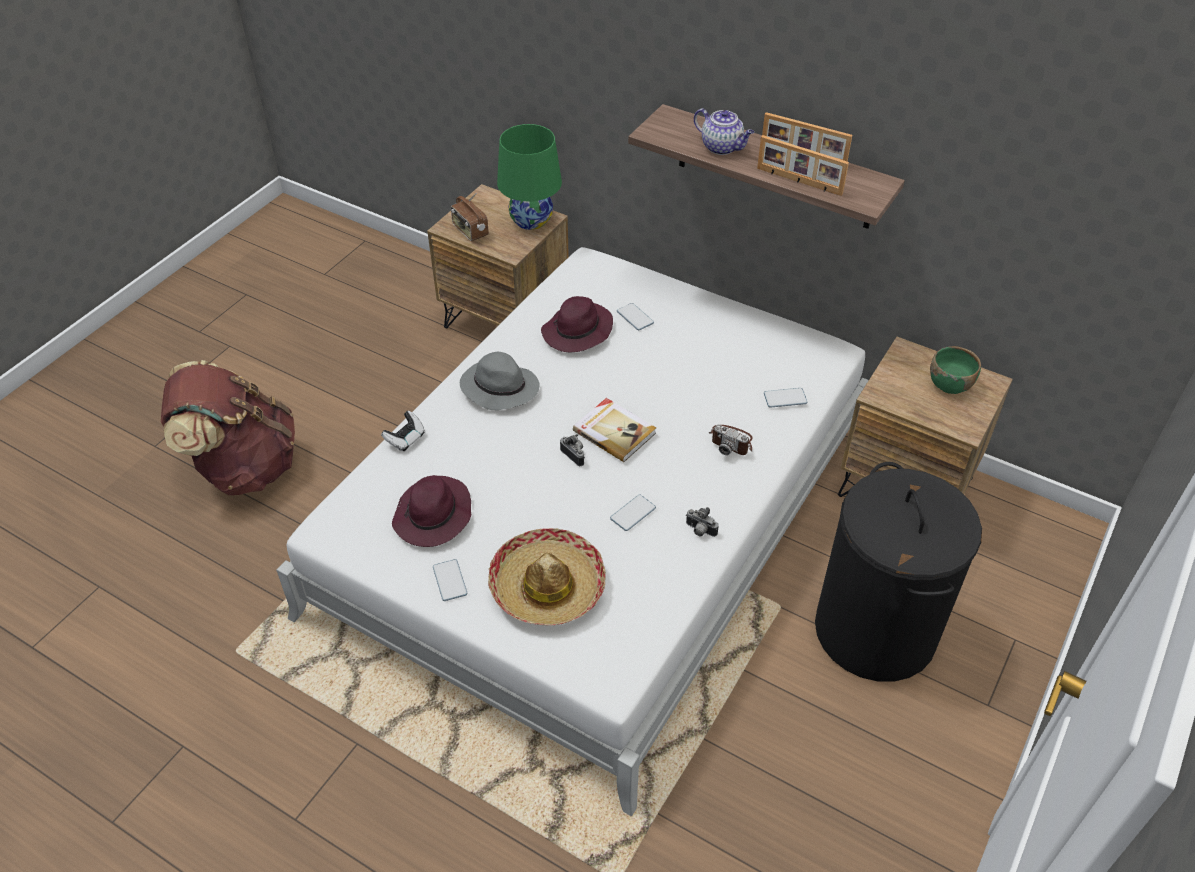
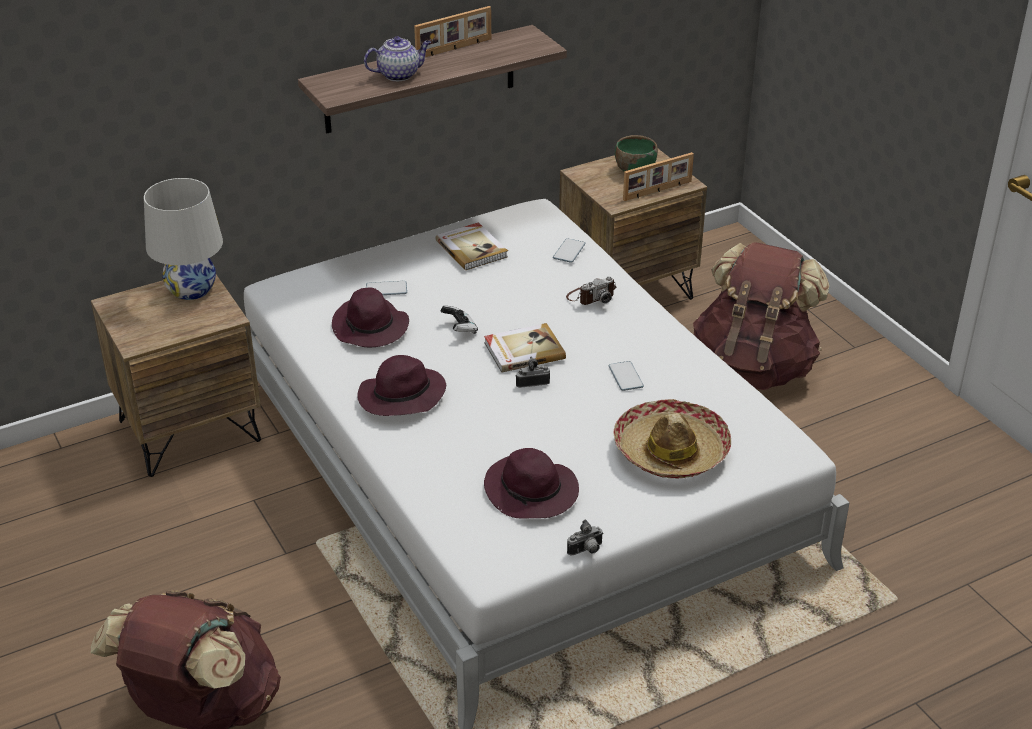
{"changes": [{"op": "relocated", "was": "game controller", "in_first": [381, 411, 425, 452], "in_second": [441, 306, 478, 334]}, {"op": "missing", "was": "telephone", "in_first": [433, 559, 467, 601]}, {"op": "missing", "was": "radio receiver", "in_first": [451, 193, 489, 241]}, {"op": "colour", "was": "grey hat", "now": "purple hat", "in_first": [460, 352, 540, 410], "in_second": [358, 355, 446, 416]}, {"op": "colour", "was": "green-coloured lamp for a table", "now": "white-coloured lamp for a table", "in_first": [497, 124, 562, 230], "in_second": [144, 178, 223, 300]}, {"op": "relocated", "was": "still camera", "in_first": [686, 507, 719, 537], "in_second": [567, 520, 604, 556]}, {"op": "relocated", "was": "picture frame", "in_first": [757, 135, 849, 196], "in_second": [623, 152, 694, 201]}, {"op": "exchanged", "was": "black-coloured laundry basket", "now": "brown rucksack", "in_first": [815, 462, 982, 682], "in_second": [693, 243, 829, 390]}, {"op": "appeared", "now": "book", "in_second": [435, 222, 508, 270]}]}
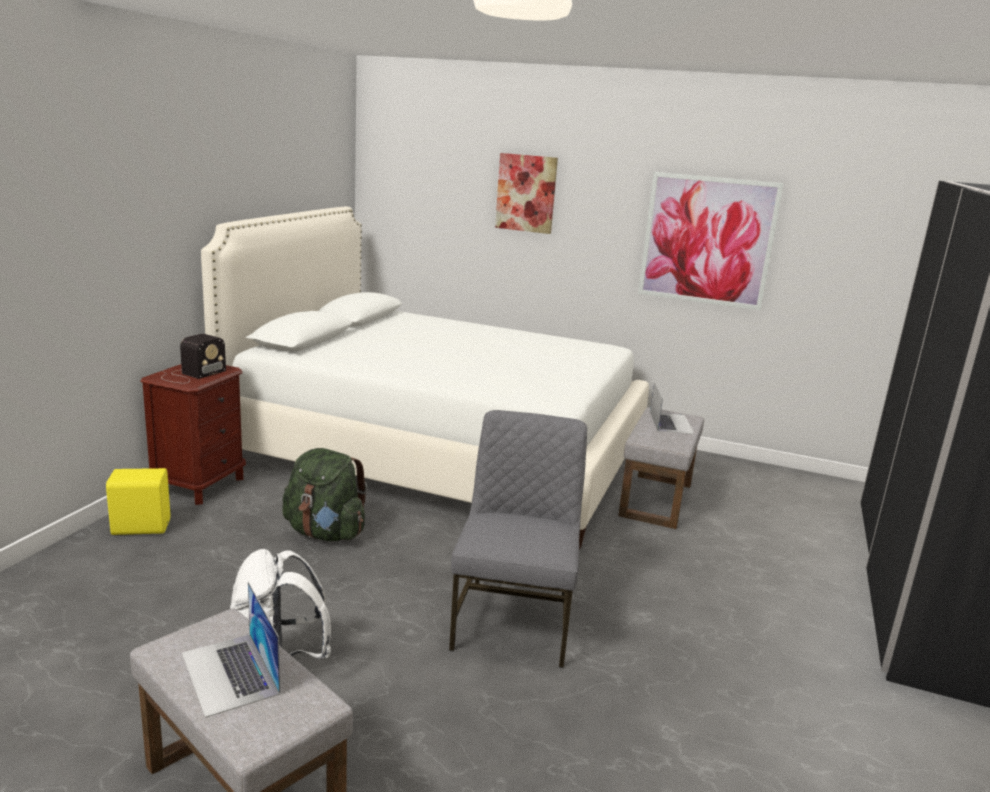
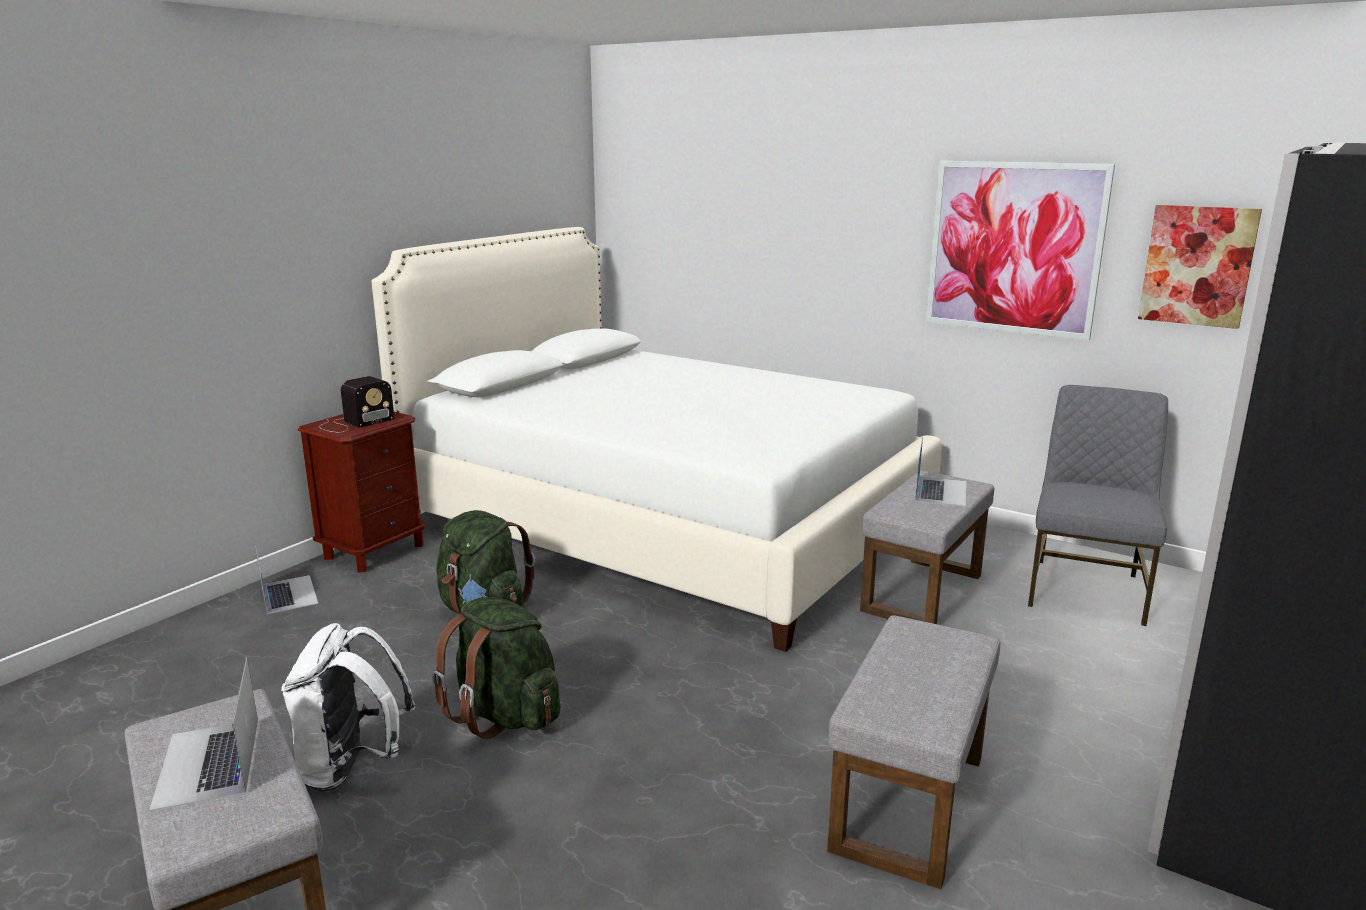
{"changes": [{"op": "exchanged", "was": "yellow loudspeaker", "now": "laptop", "in_first": [106, 468, 170, 535], "in_second": [255, 546, 318, 614]}, {"op": "relocated", "was": "grey plain chair", "in_first": [449, 410, 587, 668], "in_second": [1028, 385, 1168, 626]}, {"op": "relocated", "was": "wall picture", "in_first": [495, 153, 558, 234], "in_second": [1138, 205, 1262, 329]}, {"op": "appeared", "now": "green-coloured rucksack", "in_second": [432, 597, 560, 739]}, {"op": "appeared", "now": "grey ottoman", "in_second": [827, 615, 1000, 889]}]}
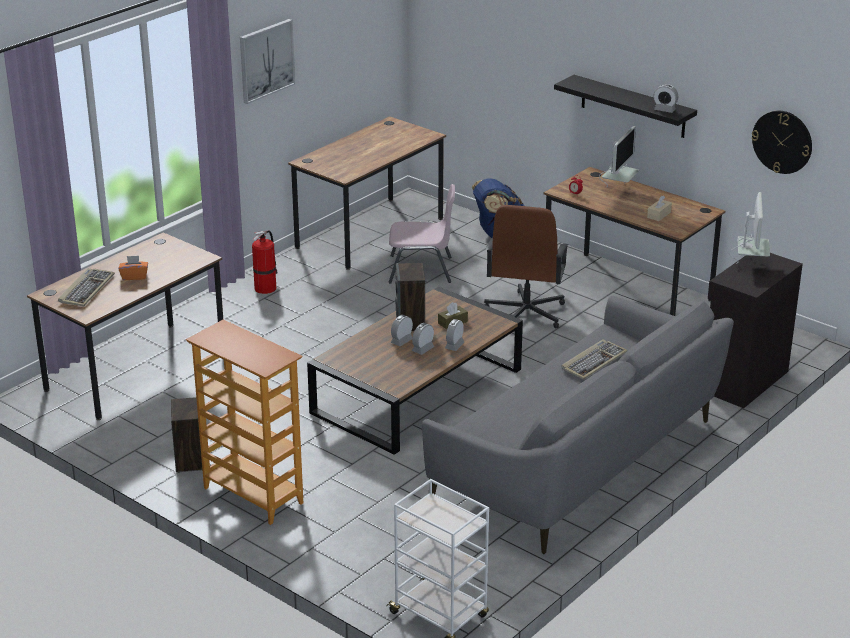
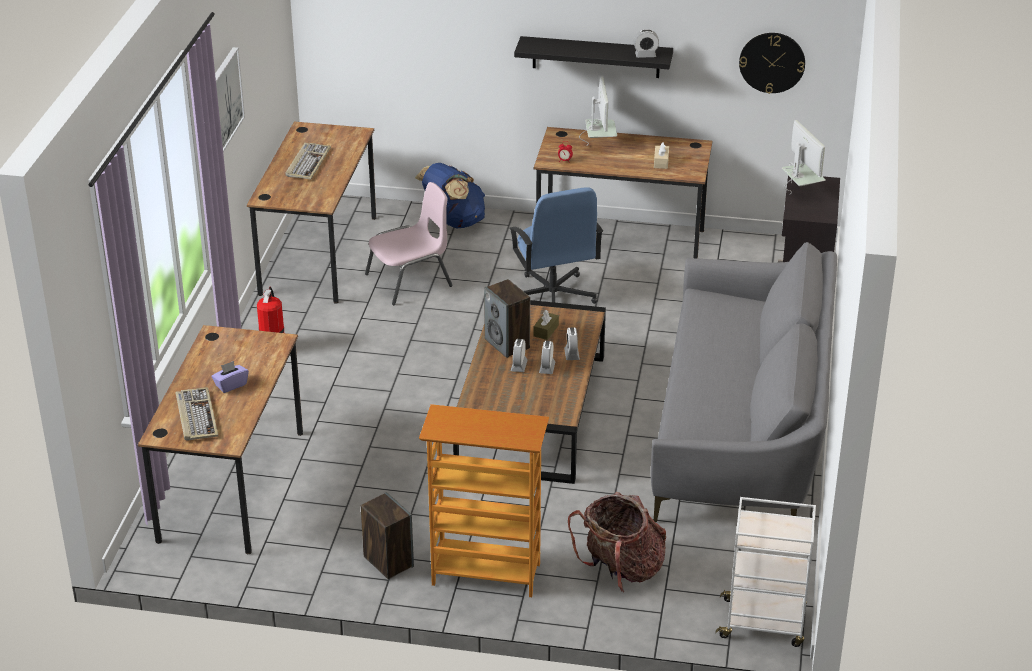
{"changes": [{"op": "colour", "was": "orange box of tissues", "now": "purple box of tissues", "in_first": [118, 256, 148, 280], "in_second": [212, 361, 249, 393]}, {"op": "colour", "was": "brown desk chair", "now": "blue desk chair", "in_first": [484, 205, 569, 328], "in_second": [509, 187, 603, 304]}, {"op": "relocated", "was": "keyboard", "in_first": [561, 339, 627, 380], "in_second": [285, 142, 331, 180]}, {"op": "appeared", "now": "rucksack", "in_second": [568, 492, 666, 593]}]}
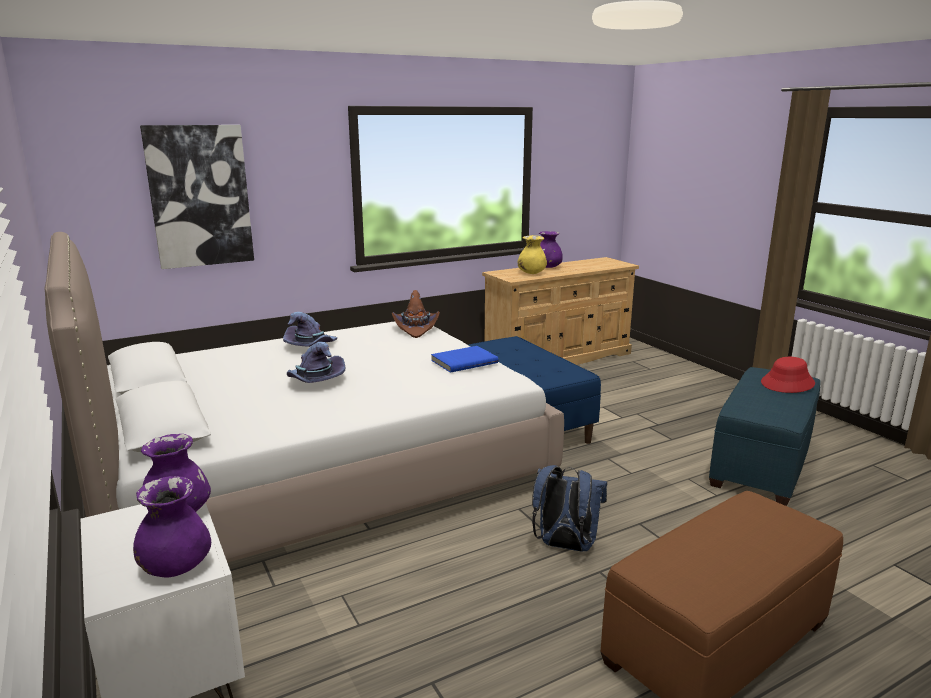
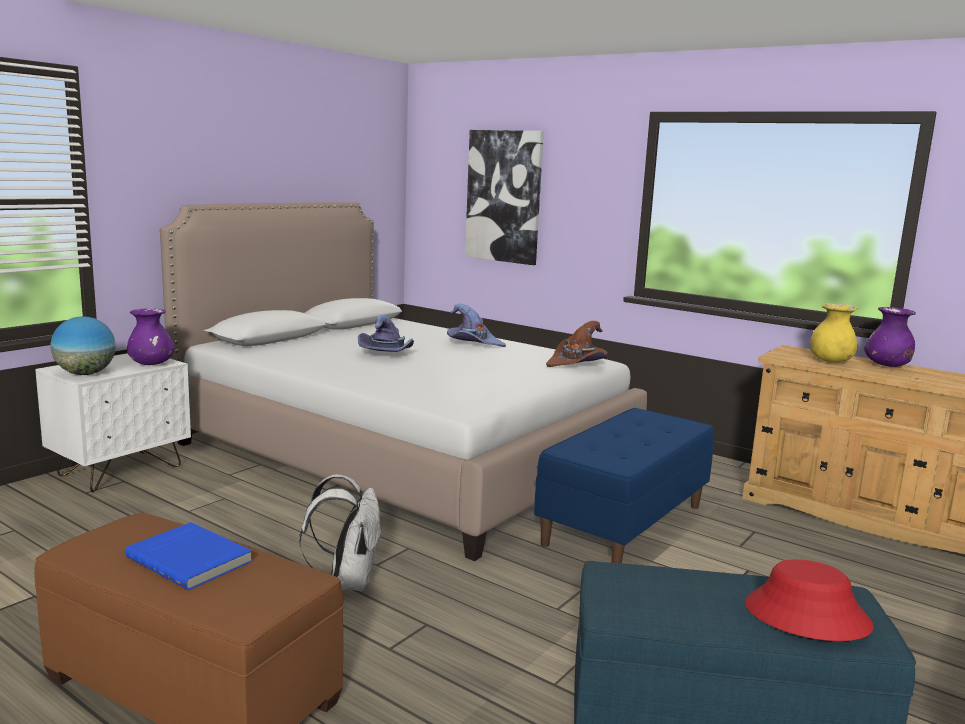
{"changes": [{"op": "exchanged", "was": "purple vase", "now": "world globe", "in_first": [133, 476, 211, 577], "in_second": [50, 316, 116, 375]}, {"op": "relocated", "was": "blue book", "in_first": [431, 346, 499, 373], "in_second": [125, 522, 252, 590]}, {"op": "colour", "was": "blue rucksack", "now": "white-coloured rucksack", "in_first": [532, 465, 607, 552], "in_second": [300, 474, 382, 592]}]}
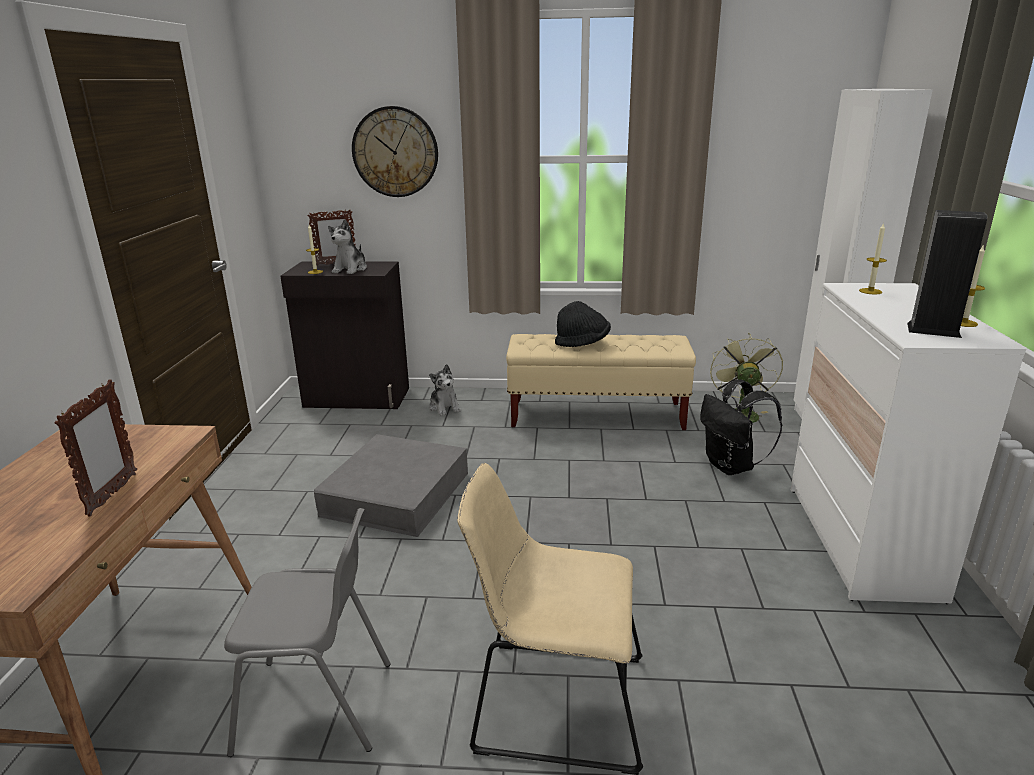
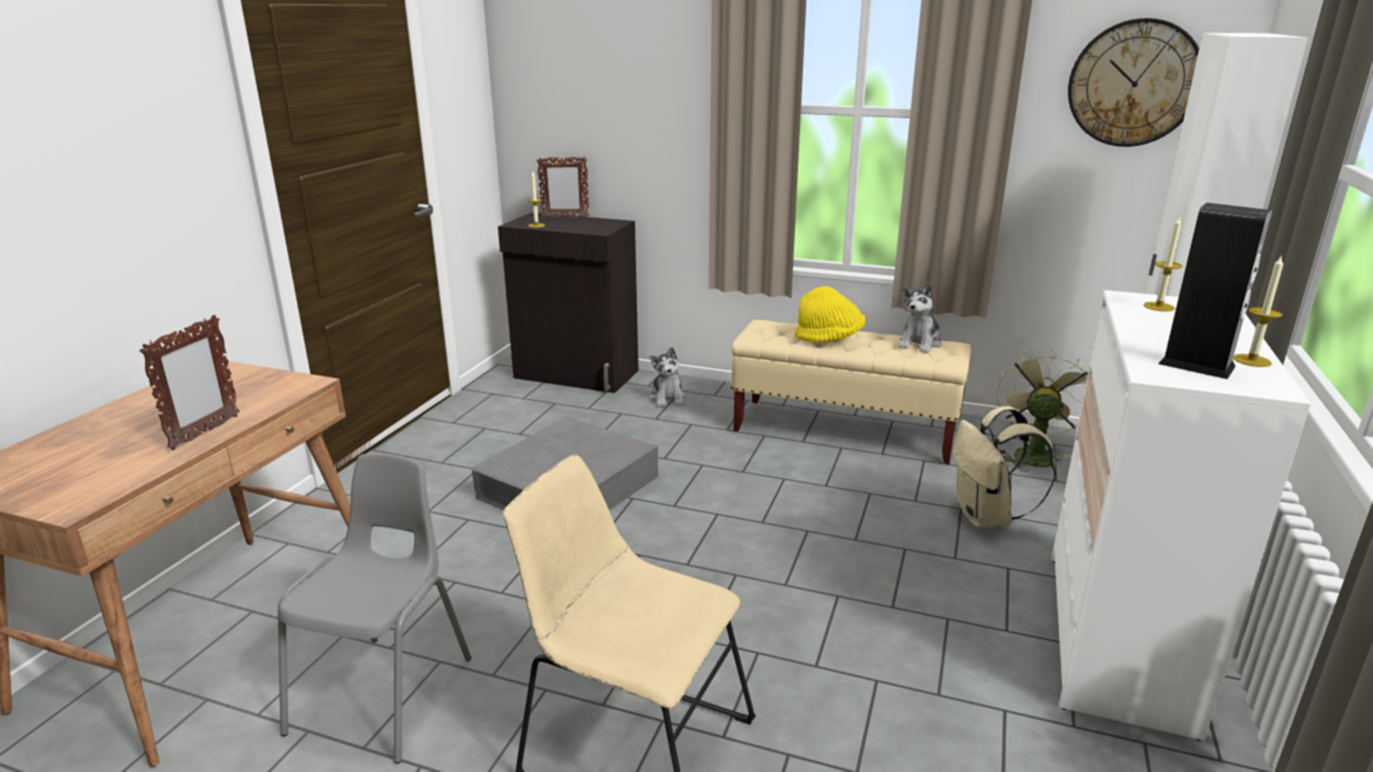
{"changes": [{"op": "spun", "was": "grey plain chair", "in_first": [224, 508, 391, 757], "in_second": [278, 453, 471, 764], "clockwise": -90}, {"op": "relocated", "was": "soft toy", "in_first": [328, 219, 367, 274], "in_second": [899, 283, 941, 353]}, {"op": "relocated", "was": "clock on the wall", "in_first": [352, 106, 438, 197], "in_second": [1068, 18, 1199, 147]}, {"op": "colour", "was": "black-coloured hat", "now": "yellow hat", "in_first": [555, 301, 611, 347], "in_second": [795, 286, 865, 342]}, {"op": "colour", "was": "black-coloured rucksack", "now": "sand-coloured rucksack", "in_first": [700, 379, 783, 475], "in_second": [953, 406, 1056, 528]}]}
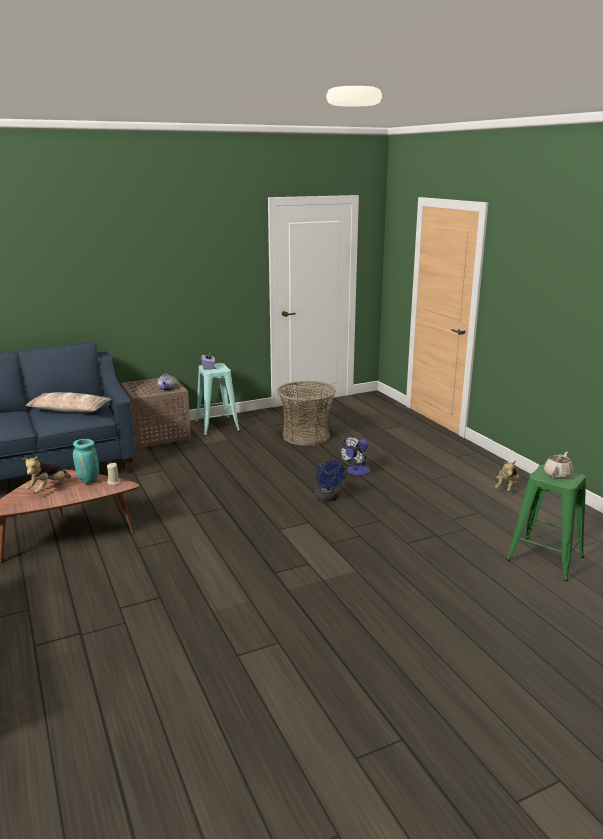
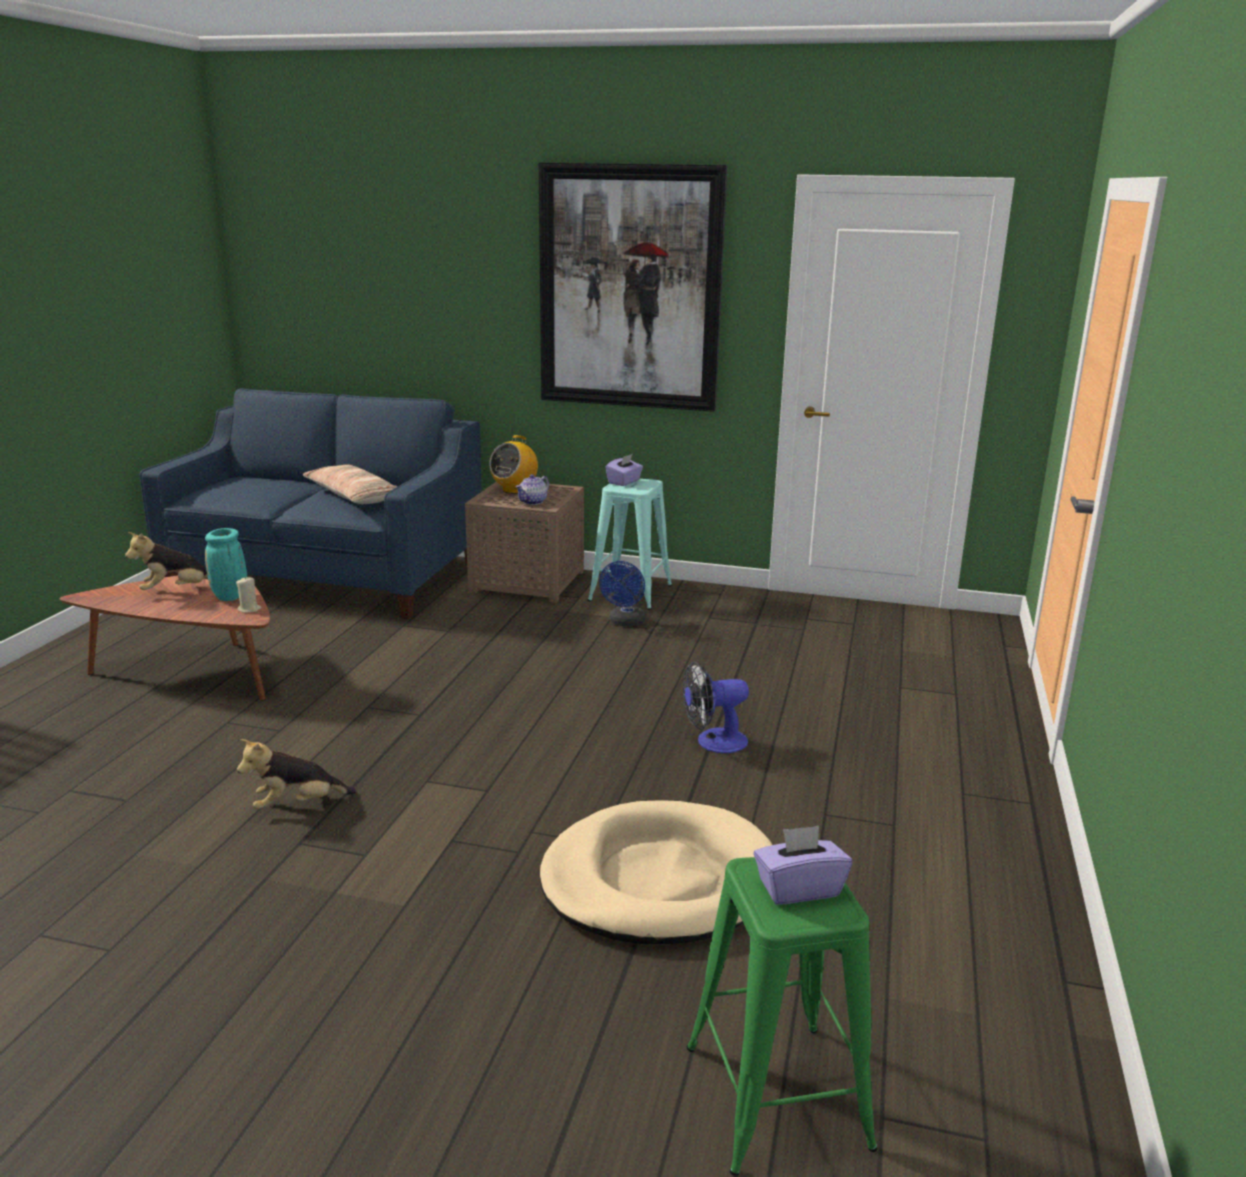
{"changes": [{"op": "missing", "was": "household basket", "in_first": [277, 381, 336, 446]}, {"op": "relocated", "was": "blue cooling fan", "in_first": [315, 460, 346, 502], "in_second": [599, 561, 645, 627]}, {"op": "relocated", "was": "soft toy", "in_first": [495, 461, 519, 492], "in_second": [237, 739, 356, 809]}, {"op": "exchanged", "was": "sand-coloured teapot", "now": "purple box of tissues", "in_first": [544, 452, 573, 479], "in_second": [754, 826, 852, 905]}, {"op": "appeared", "now": "radio receiver", "in_second": [489, 435, 538, 494]}, {"op": "appeared", "now": "wall picture", "in_second": [539, 163, 728, 412]}, {"op": "appeared", "now": "sand-coloured dog bed", "in_second": [540, 800, 772, 944]}]}
